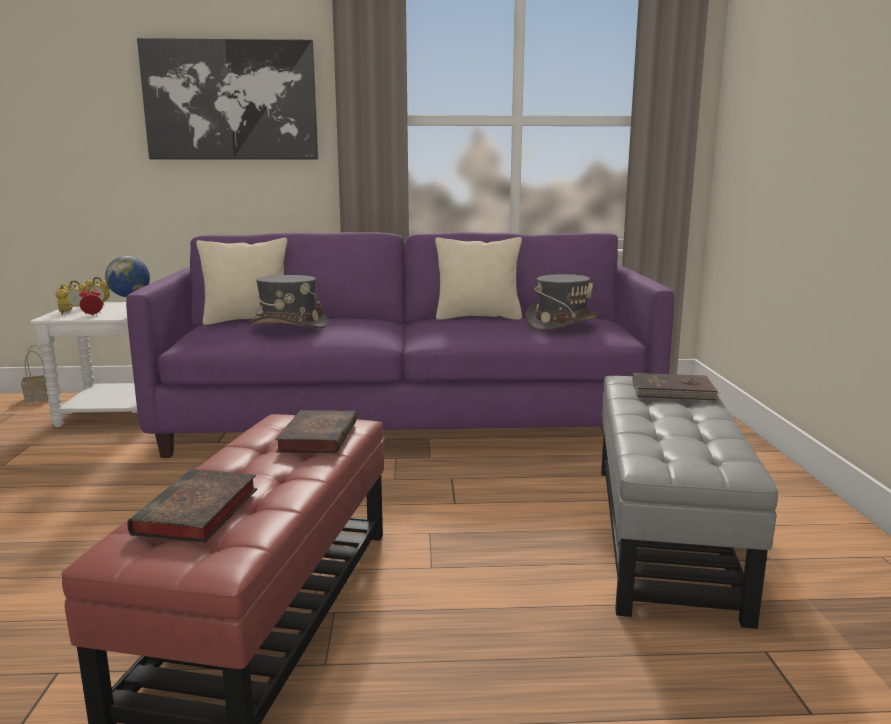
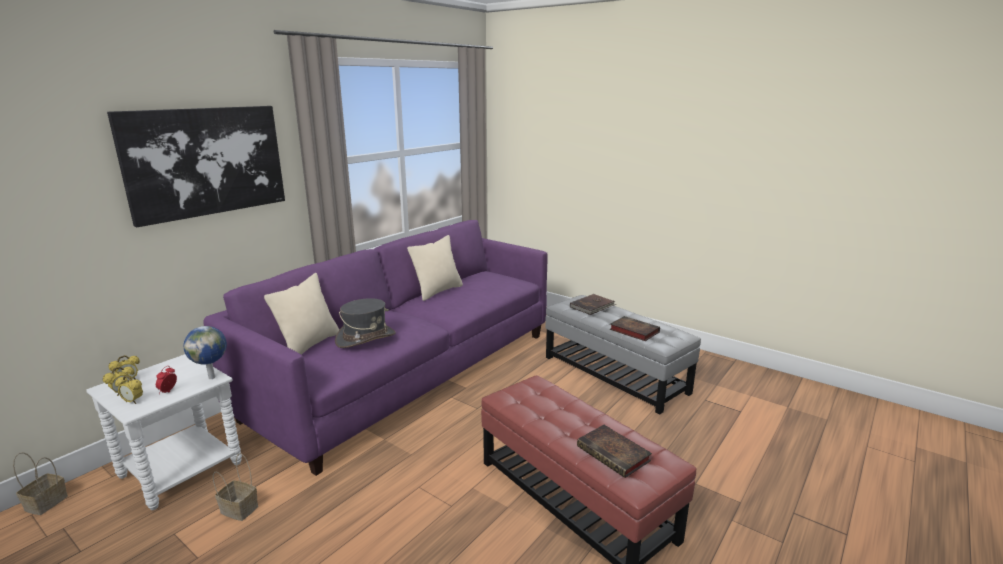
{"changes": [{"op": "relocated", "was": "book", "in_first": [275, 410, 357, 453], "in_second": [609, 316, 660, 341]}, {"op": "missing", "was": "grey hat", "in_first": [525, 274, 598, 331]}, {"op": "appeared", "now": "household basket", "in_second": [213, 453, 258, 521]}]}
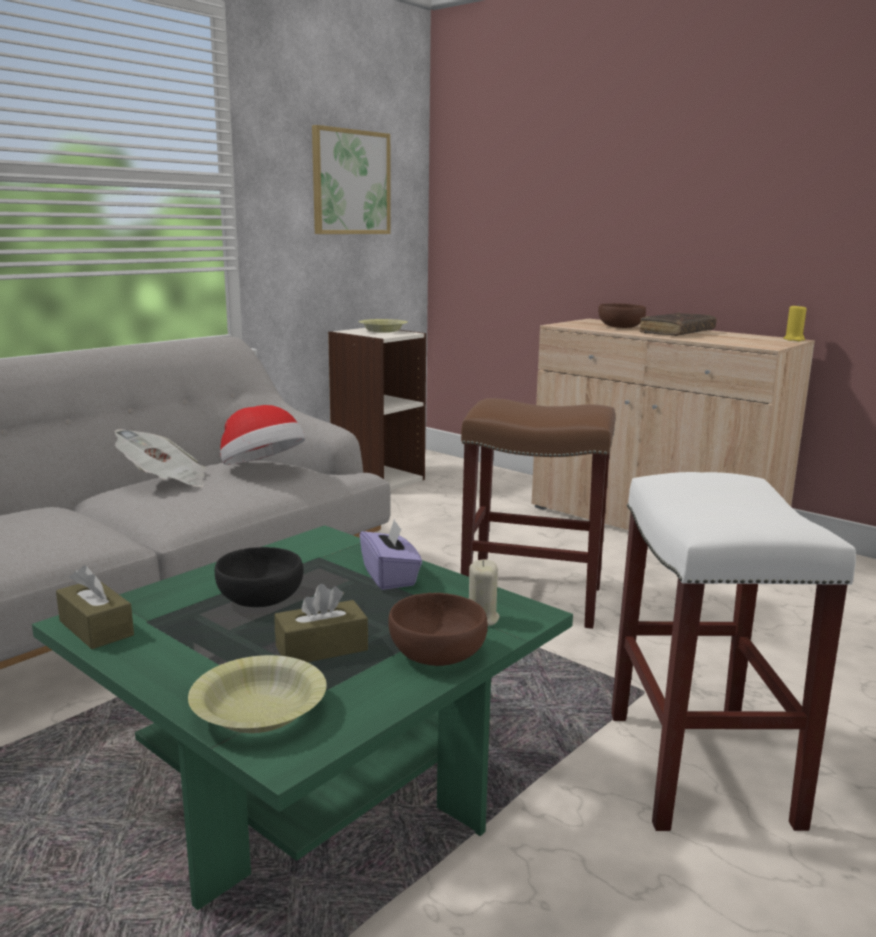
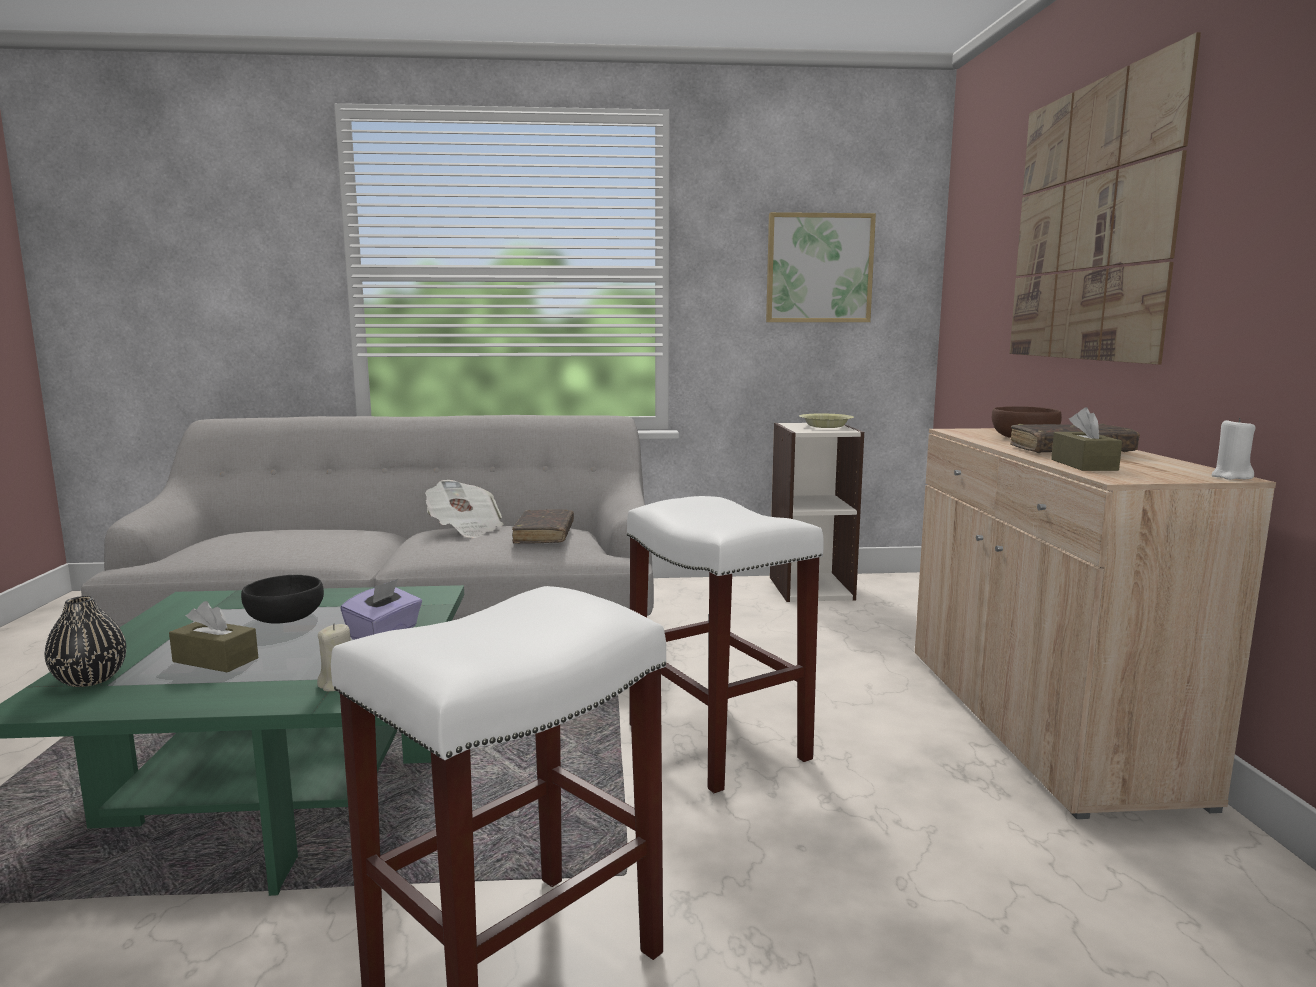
{"changes": [{"op": "relocated", "was": "brown box of tissues", "in_first": [56, 565, 134, 649], "in_second": [1051, 407, 1122, 471]}, {"op": "exchanged", "was": "yellow bowl", "now": "black-coloured vase", "in_first": [188, 655, 327, 733], "in_second": [45, 596, 126, 687]}, {"op": "exchanged", "was": "hat", "now": "brown book", "in_first": [220, 405, 305, 465], "in_second": [512, 509, 574, 544]}, {"op": "missing", "was": "brown bowl", "in_first": [388, 593, 488, 666]}, {"op": "colour", "was": "brown stool seat", "now": "white-coloured stool seat", "in_first": [461, 398, 615, 629], "in_second": [627, 496, 824, 793]}, {"op": "colour", "was": "yellow wax light", "now": "white-coloured wax light", "in_first": [783, 305, 807, 341], "in_second": [1212, 418, 1256, 480]}, {"op": "appeared", "now": "wall picture", "in_second": [1009, 32, 1201, 365]}]}
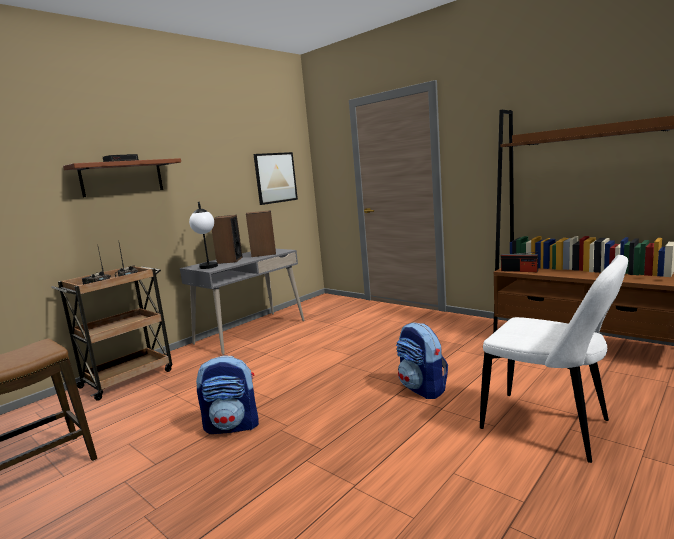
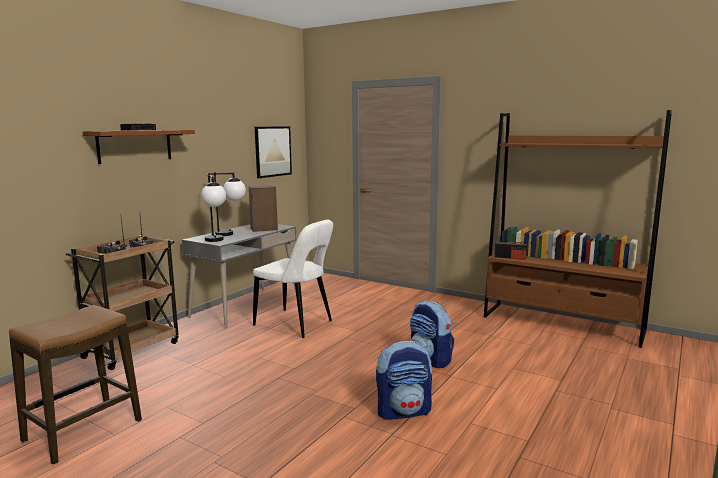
{"changes": [{"op": "relocated", "was": "rucksack", "in_first": [196, 355, 259, 434], "in_second": [376, 341, 432, 420]}, {"op": "exchanged", "was": "loudspeaker", "now": "lamp for a table", "in_first": [212, 215, 243, 264], "in_second": [208, 172, 246, 236]}, {"op": "relocated", "was": "white-coloured plain chair", "in_first": [480, 255, 628, 463], "in_second": [253, 220, 333, 338]}]}
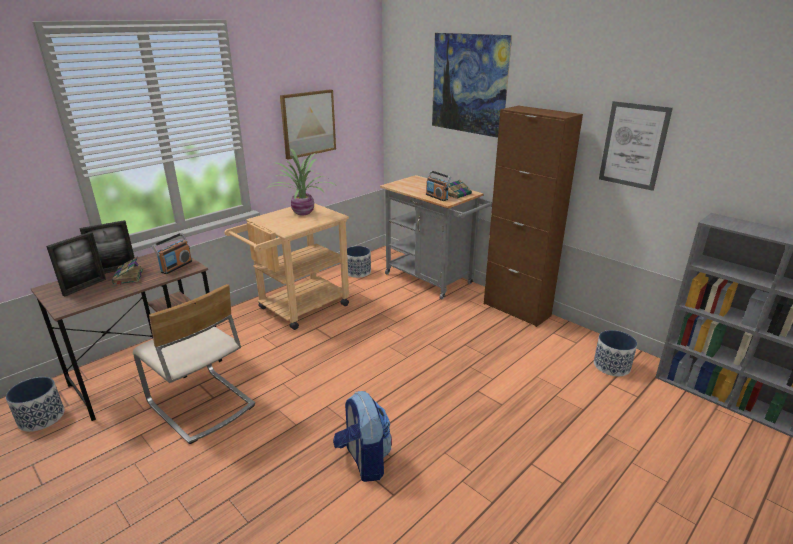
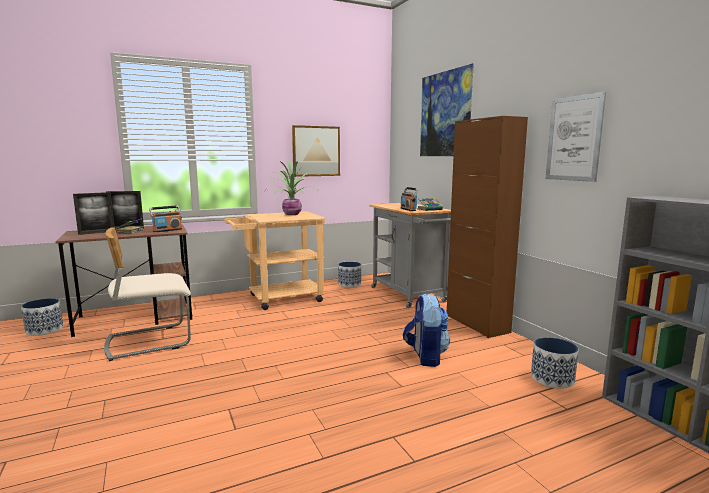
{"changes": [{"op": "spun", "was": "sand-coloured plain chair", "in_first": [133, 284, 255, 444], "in_second": [104, 227, 191, 361], "clockwise": 90}, {"op": "relocated", "was": "rucksack", "in_first": [333, 391, 392, 482], "in_second": [403, 293, 450, 367]}]}
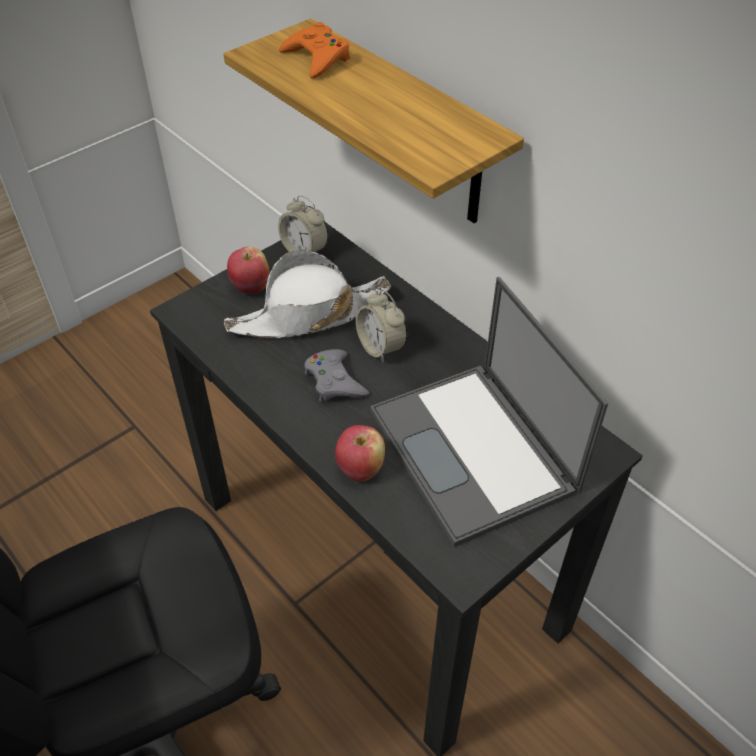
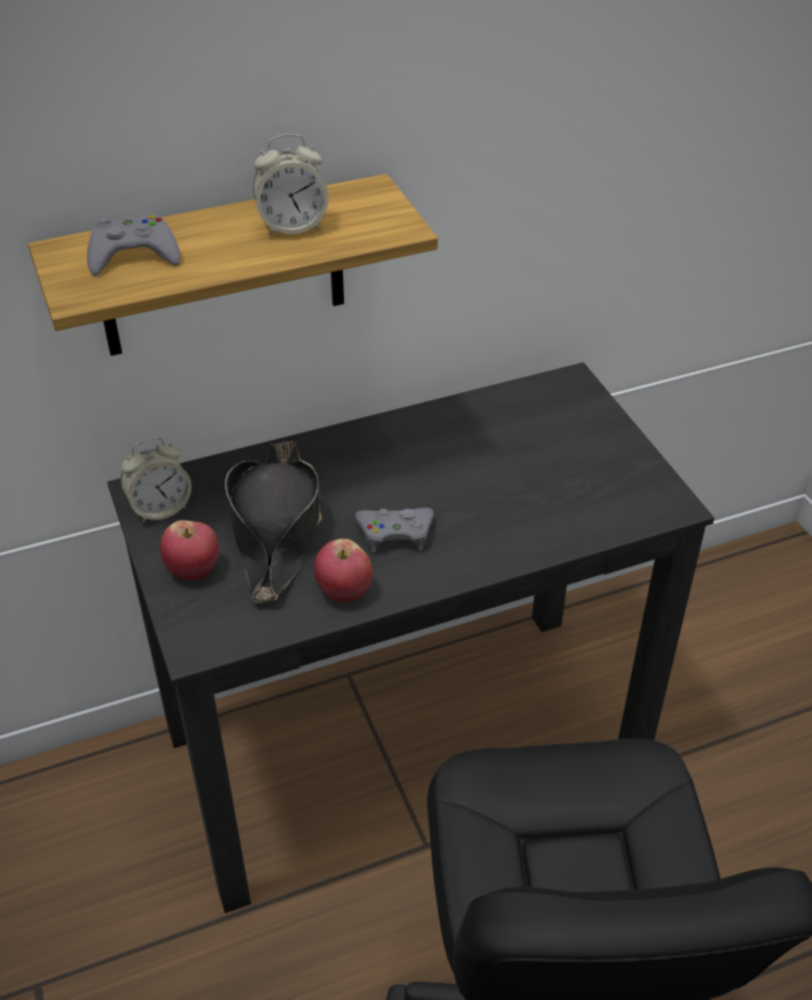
{"changes": [{"op": "colour", "was": "white-coloured hat", "now": "black-coloured hat", "in_first": [224, 250, 391, 338], "in_second": [225, 441, 322, 603]}, {"op": "colour", "was": "orange game controller", "now": "grey game controller", "in_first": [279, 22, 350, 79], "in_second": [87, 214, 180, 276]}, {"op": "relocated", "was": "apple", "in_first": [335, 425, 385, 482], "in_second": [314, 539, 373, 603]}, {"op": "relocated", "was": "table clock", "in_first": [356, 289, 407, 362], "in_second": [253, 134, 328, 236]}, {"op": "missing", "was": "laptop", "in_first": [370, 277, 608, 547]}]}
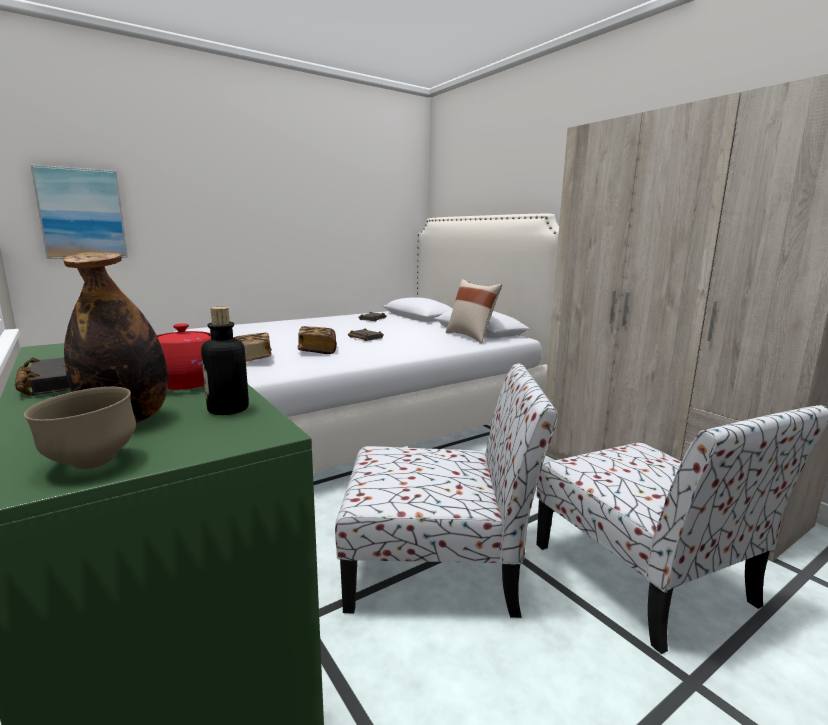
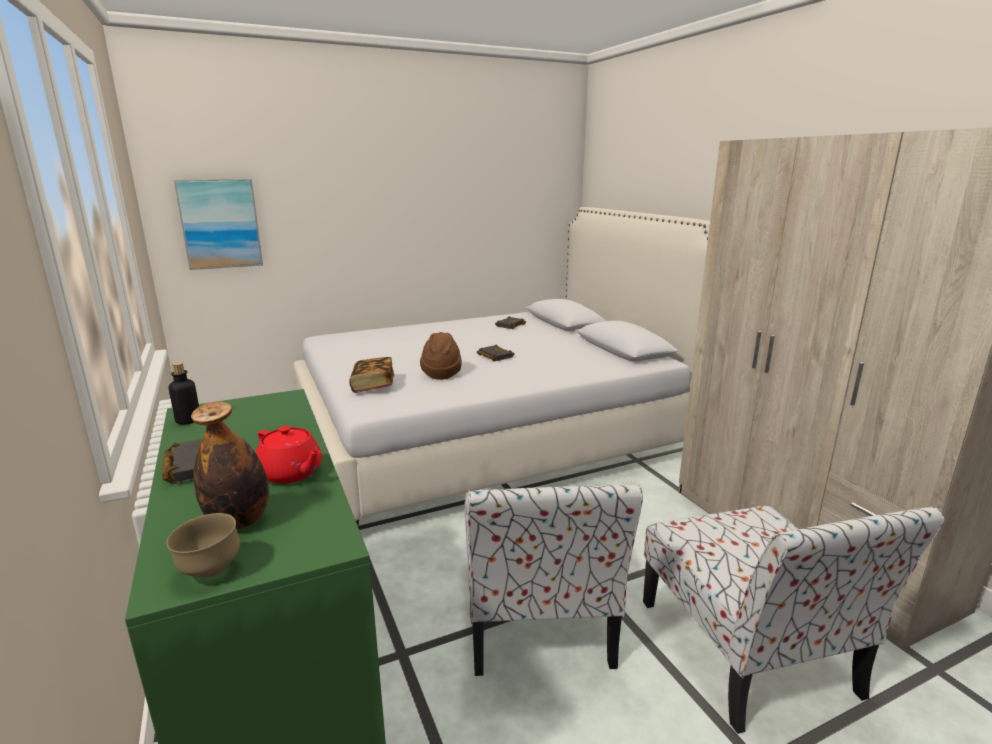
{"changes": [{"op": "relocated", "was": "beverage bottle", "in_first": [201, 307, 249, 415], "in_second": [169, 362, 199, 425]}, {"op": "exchanged", "was": "book", "now": "brown hat", "in_first": [297, 326, 337, 354], "in_second": [420, 332, 462, 380]}, {"op": "spun", "was": "plain chair", "in_first": [335, 363, 558, 618], "in_second": [464, 485, 643, 676], "clockwise": 75}, {"op": "missing", "was": "sand-coloured cushion", "in_first": [446, 279, 502, 343]}]}
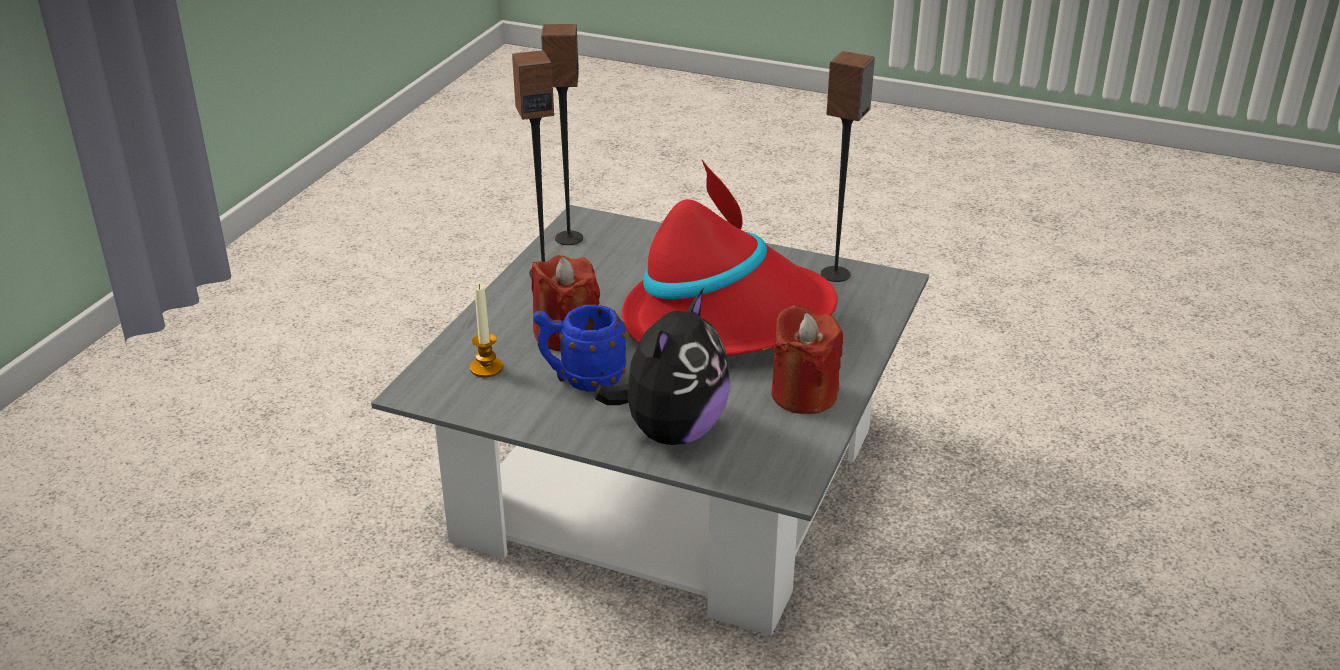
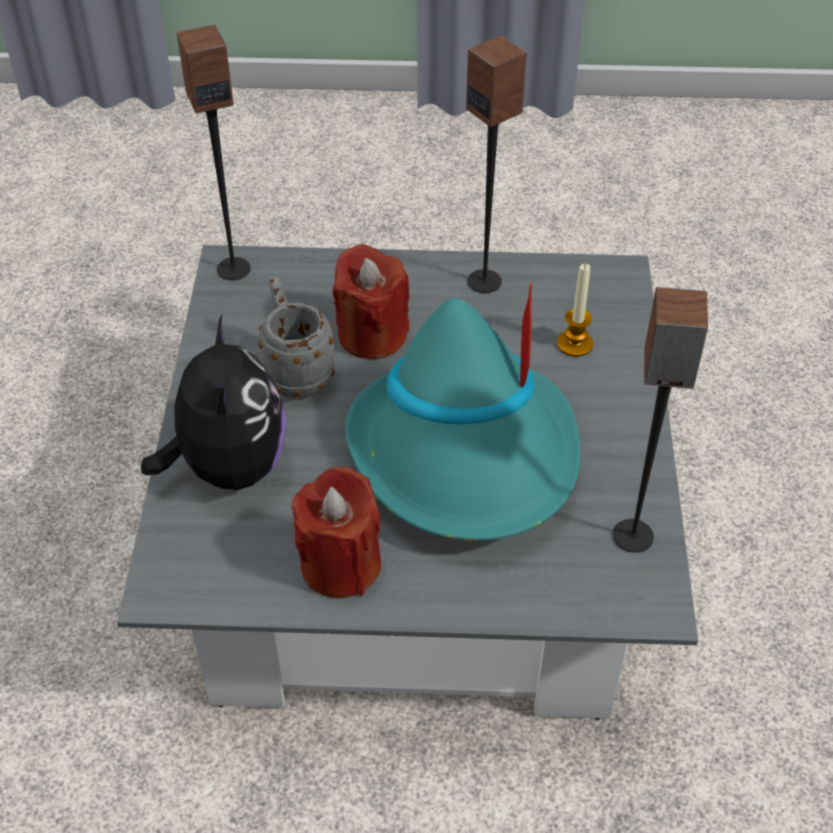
{"changes": [{"op": "relocated", "was": "wax light", "in_first": [470, 284, 503, 377], "in_second": [557, 263, 593, 357]}, {"op": "colour", "was": "blue mug", "now": "grey mug", "in_first": [533, 304, 626, 392], "in_second": [258, 277, 335, 398]}, {"op": "relocated", "was": "loudspeaker", "in_first": [541, 24, 583, 245], "in_second": [177, 24, 251, 280]}, {"op": "spun", "was": "soft toy", "in_first": [594, 289, 730, 445], "in_second": [141, 315, 286, 490], "clockwise": -105}, {"op": "colour", "was": "red-coloured hat", "now": "turquoise hat", "in_first": [622, 160, 838, 356], "in_second": [346, 281, 581, 541]}]}
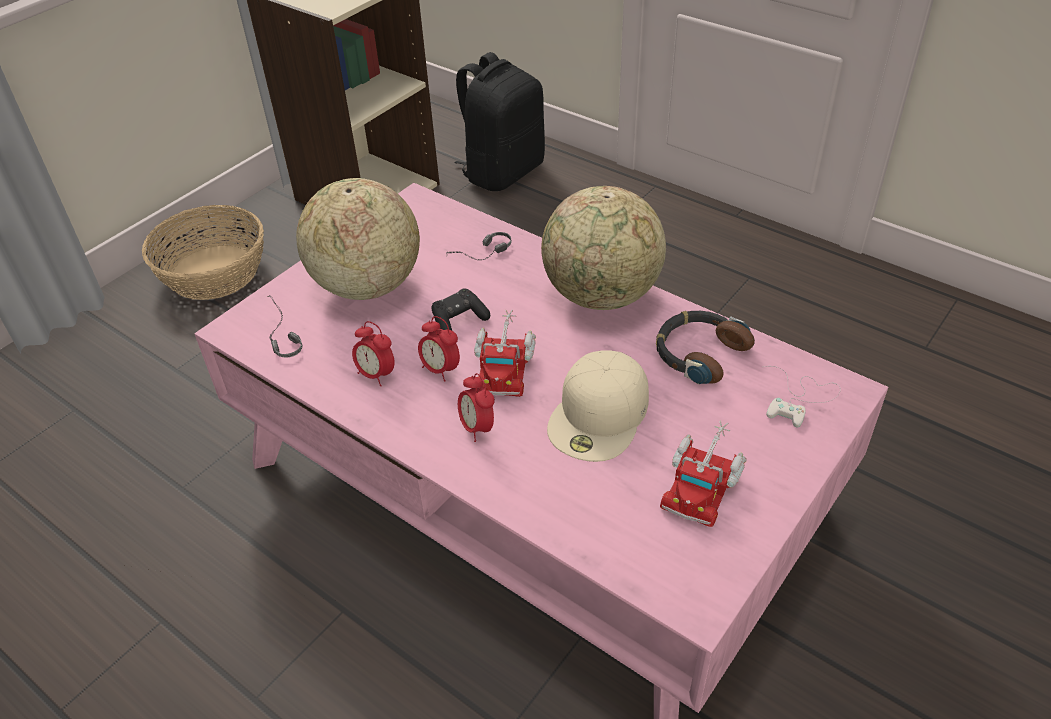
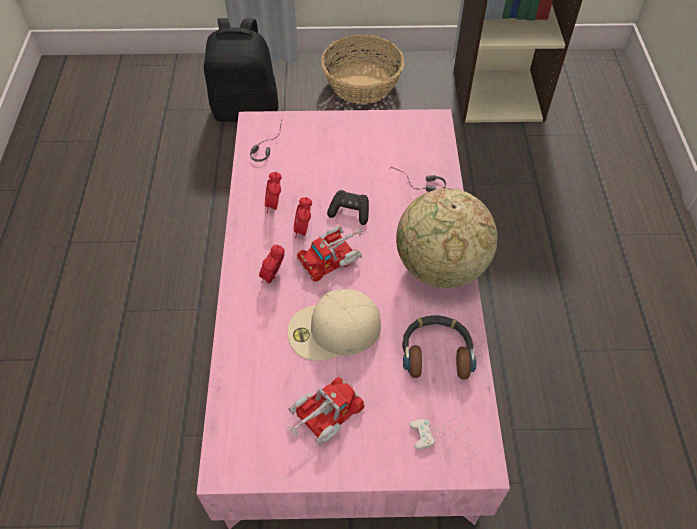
{"changes": [{"op": "missing", "was": "world globe", "in_first": [296, 178, 420, 300]}, {"op": "relocated", "was": "black-coloured rucksack", "in_first": [455, 52, 545, 191], "in_second": [204, 18, 279, 122]}, {"op": "spun", "was": "model truck", "in_first": [660, 420, 747, 527], "in_second": [287, 377, 365, 446], "clockwise": 150}]}
